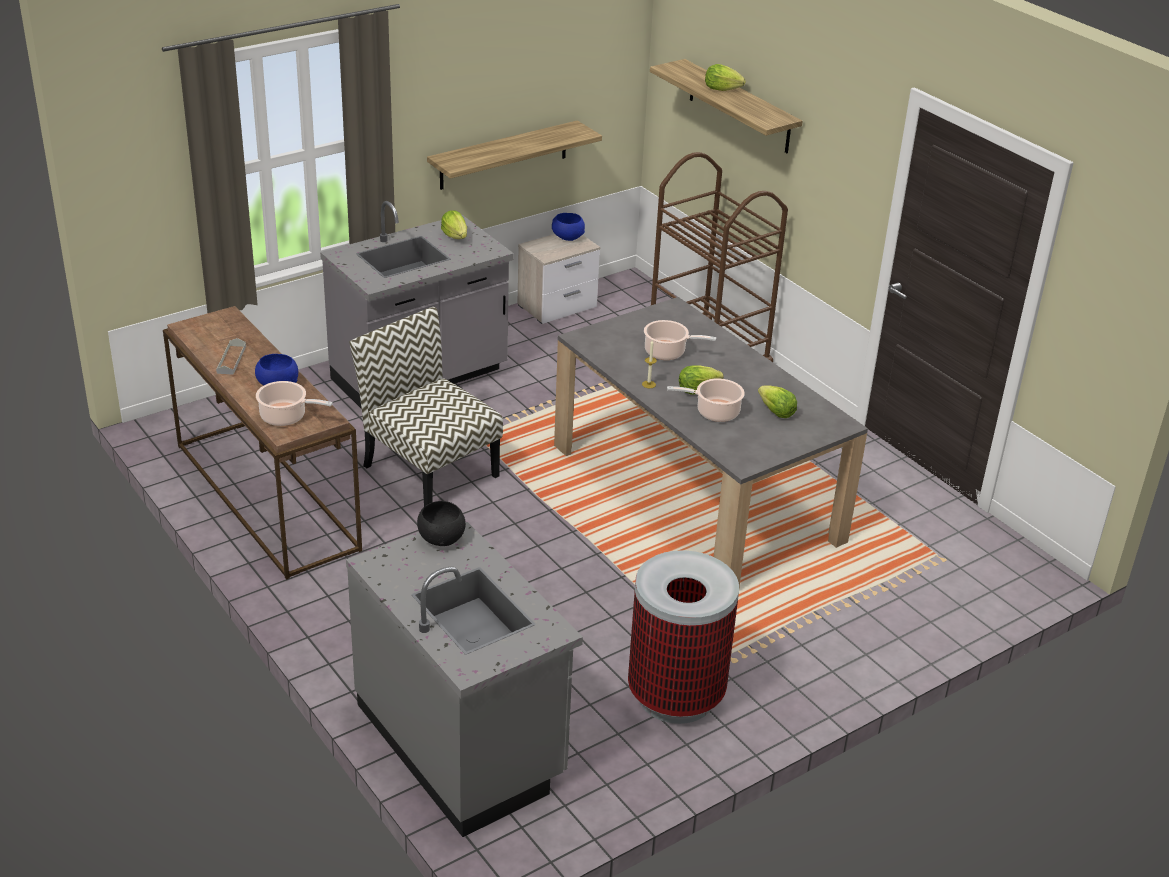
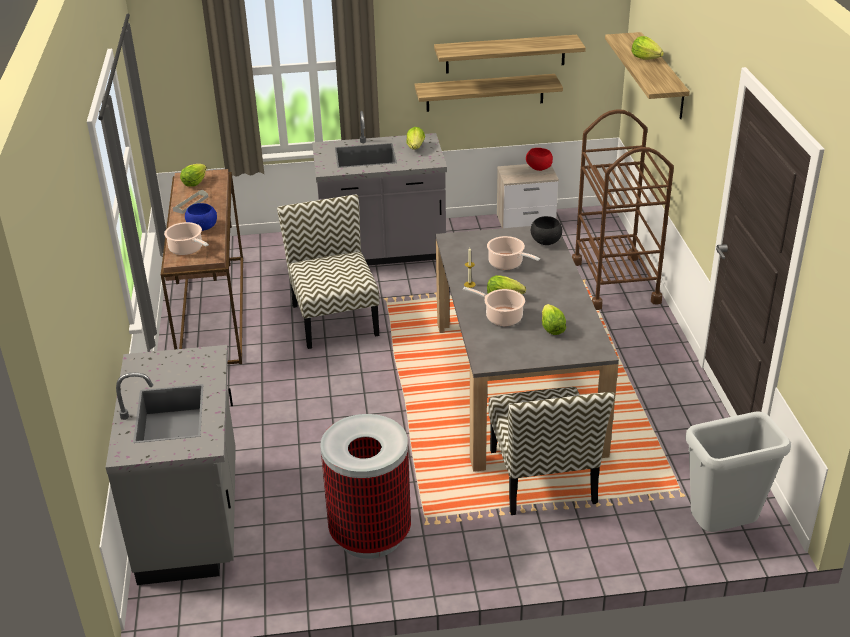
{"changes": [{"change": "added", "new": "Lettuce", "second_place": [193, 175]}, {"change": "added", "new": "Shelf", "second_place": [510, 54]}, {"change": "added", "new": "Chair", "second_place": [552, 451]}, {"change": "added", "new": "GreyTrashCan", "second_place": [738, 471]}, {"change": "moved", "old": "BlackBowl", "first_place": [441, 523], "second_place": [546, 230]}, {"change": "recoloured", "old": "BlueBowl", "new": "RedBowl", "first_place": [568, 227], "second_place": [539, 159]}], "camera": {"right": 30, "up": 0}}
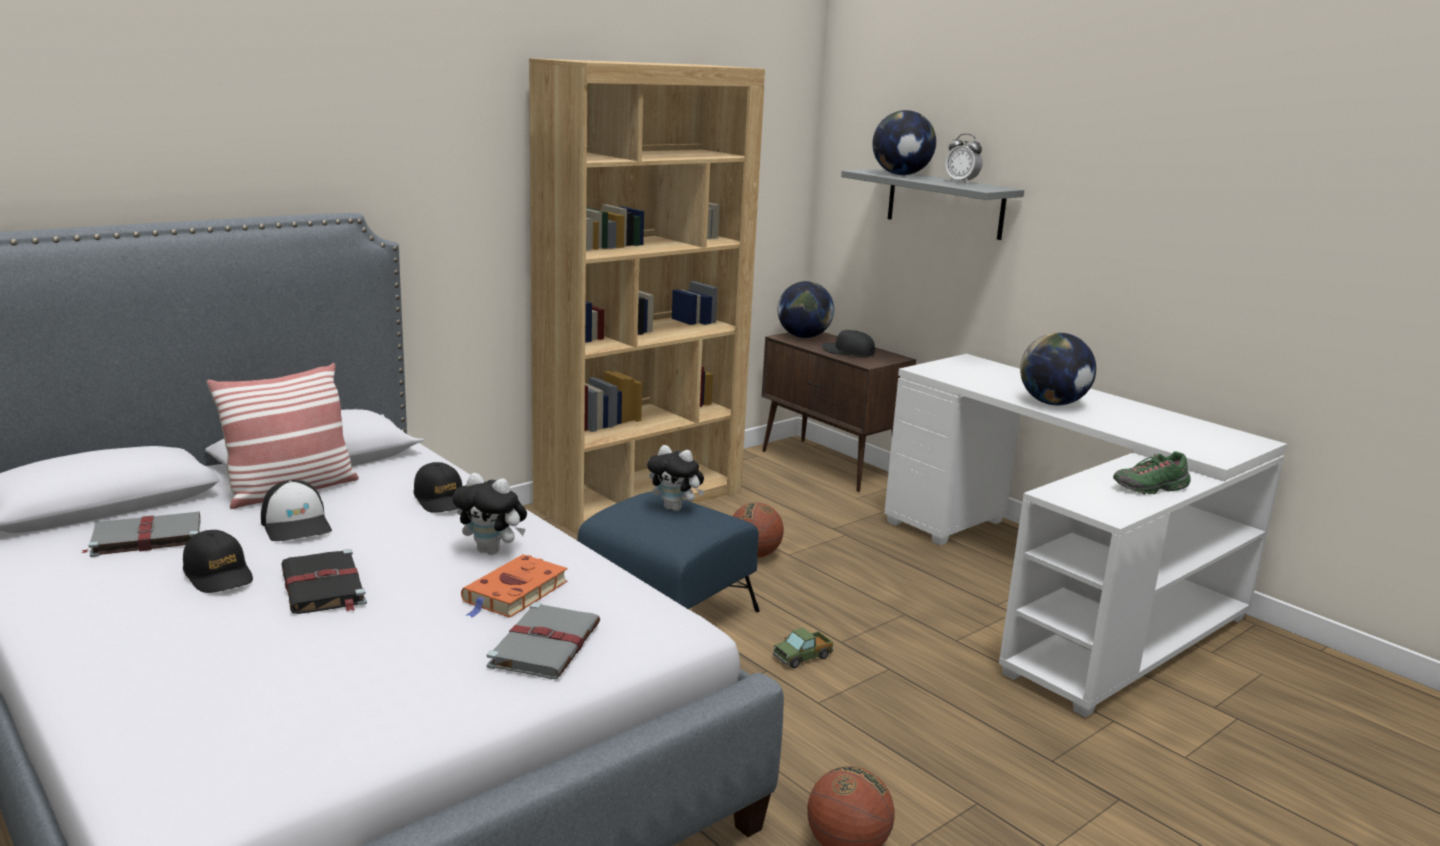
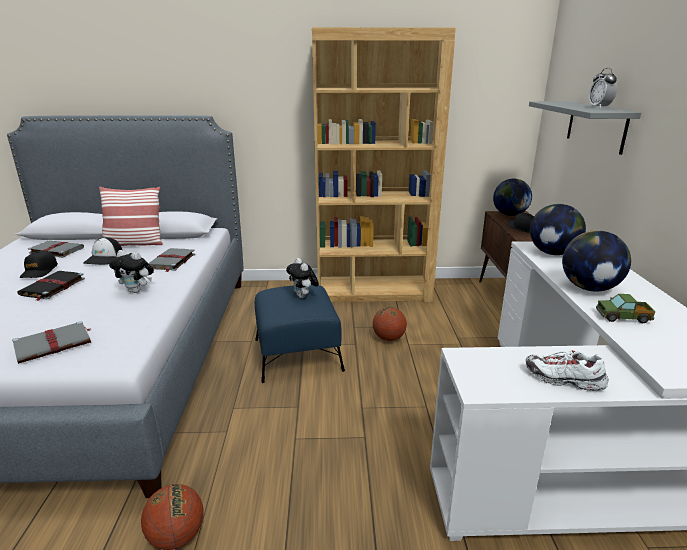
{"changes": [{"change": "removed", "old": "OrangeBook", "first_place": [514, 586]}, {"change": "moved", "old": "ToyTruck", "first_place": [803, 648], "second_place": [625, 308]}, {"change": "moved", "old": "Globe", "first_place": [904, 142], "second_place": [558, 229]}, {"change": "replaced", "old": "BlackCap", "new": "GreyBook", "first_place": [438, 487], "second_place": [171, 260]}, {"change": "recoloured", "old": "GreenShoe", "new": "WhiteShoe", "first_place": [1152, 473], "second_place": [567, 370]}, {"change": "turned", "old": "PlushToy", "first_place": [490, 514], "second_place": [131, 271], "degrees": -45}], "camera": {"right": 40, "up": 5}}
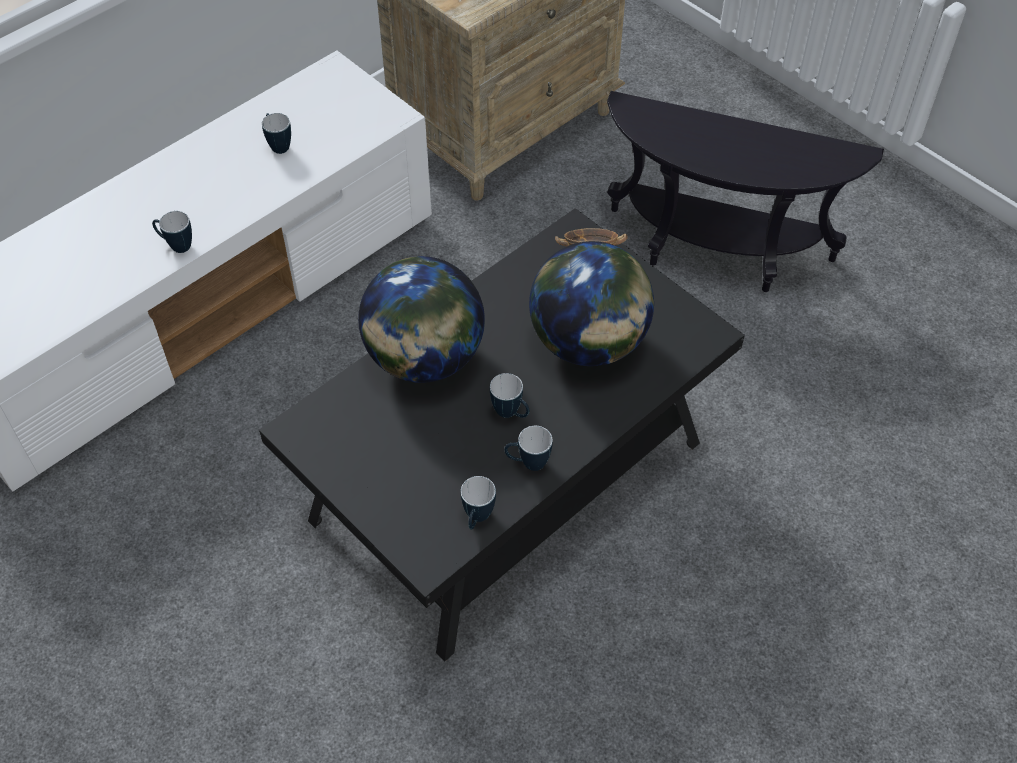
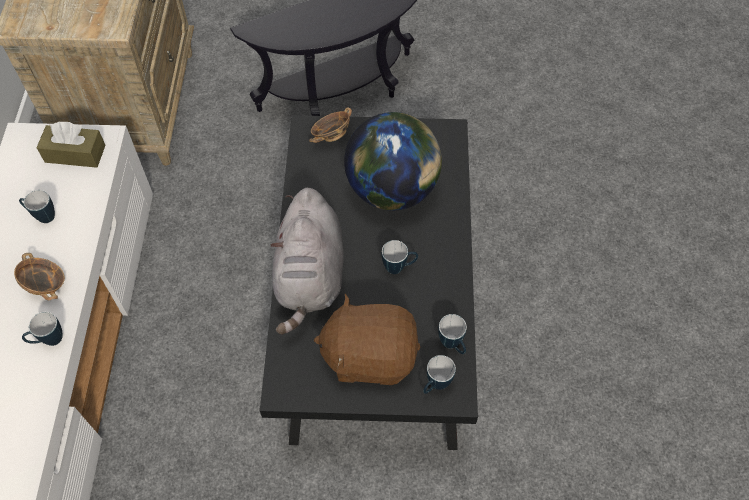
{"changes": [{"change": "added", "new": "Bowl", "second_place": [39, 276]}, {"change": "added", "new": "BrownTissueBox", "second_place": [71, 145]}, {"change": "added", "new": "BrownPlushToy", "second_place": [367, 339]}, {"change": "moved", "old": "Mug", "first_place": [528, 448], "second_place": [439, 374]}, {"change": "replaced", "old": "Globe", "new": "GreyPlushToy", "first_place": [421, 319], "second_place": [307, 261]}], "camera": {"right": -45, "up": 5}}
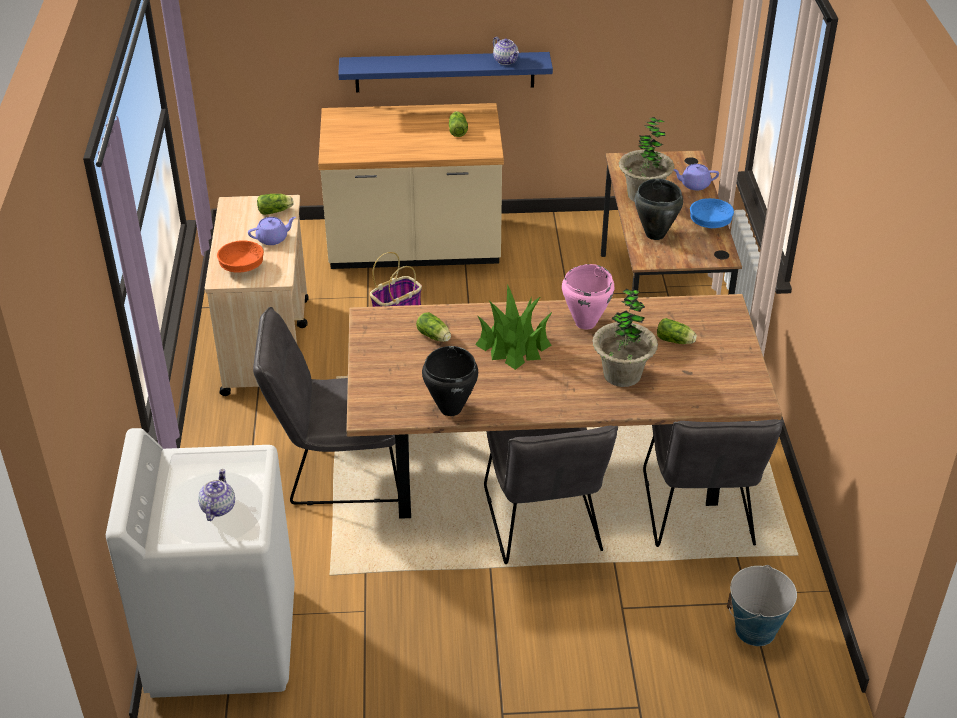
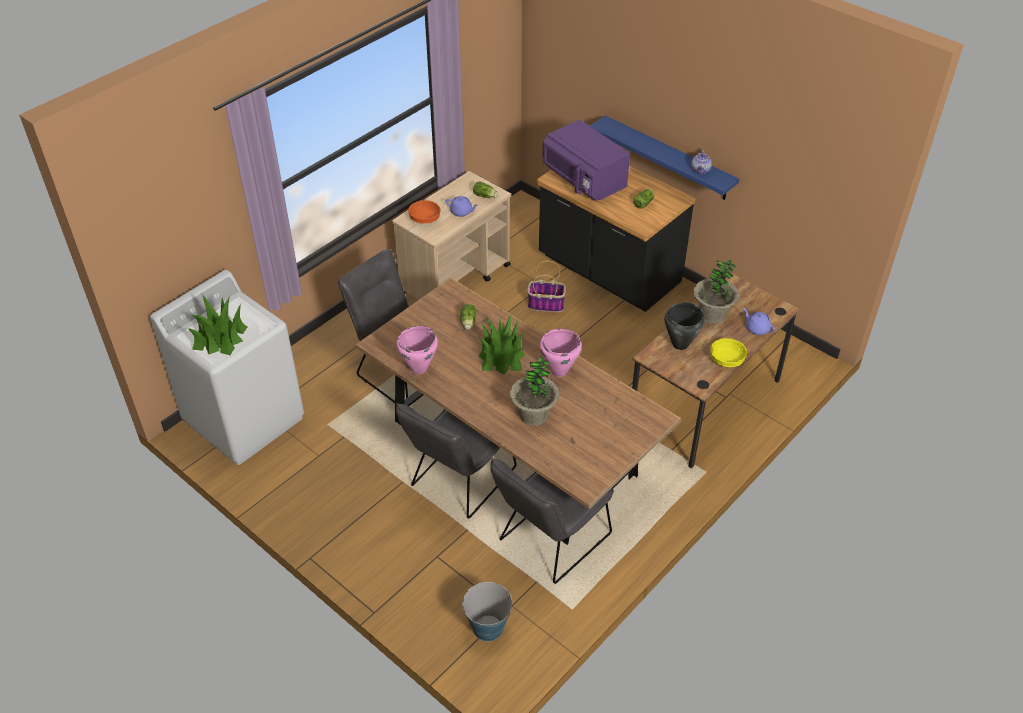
{"changes": [{"change": "removed", "old": "Lettuce", "first_place": [677, 331]}, {"change": "added", "new": "PurpleMicrowave", "second_place": [586, 160]}, {"change": "replaced", "old": "Teapot", "new": "PottedPlant", "first_place": [216, 495], "second_place": [217, 324]}, {"change": "recoloured", "old": "BeigeCounter", "new": "BlackCounter", "first_place": [411, 186], "second_place": [616, 239]}, {"change": "recoloured", "old": "BlackCookingPot", "new": "PinkCookingPot", "first_place": [450, 381], "second_place": [417, 350]}, {"change": "recoloured", "old": "BlueBowl", "new": "YellowBowl", "first_place": [712, 213], "second_place": [728, 352]}], "camera": {"right": 45, "up": 5}}
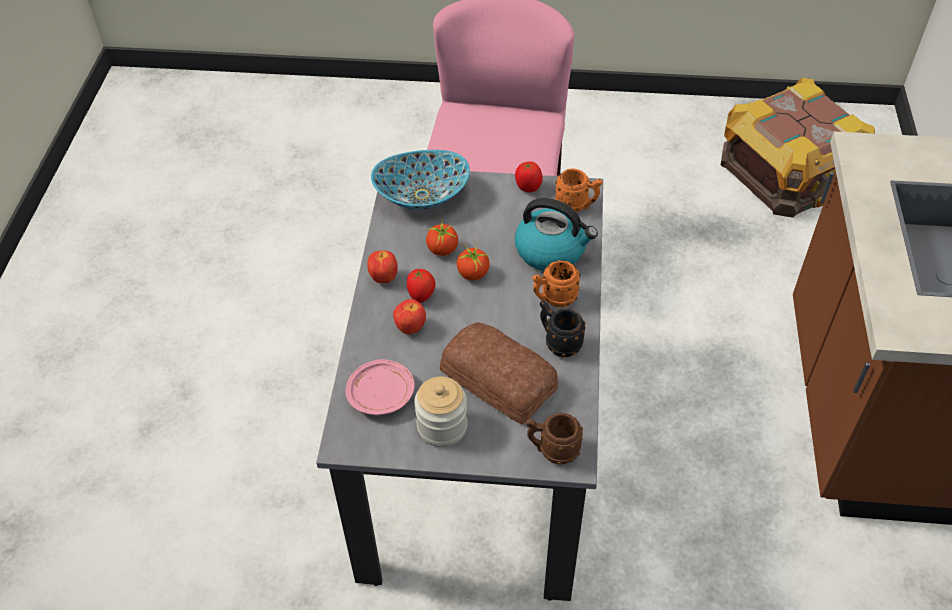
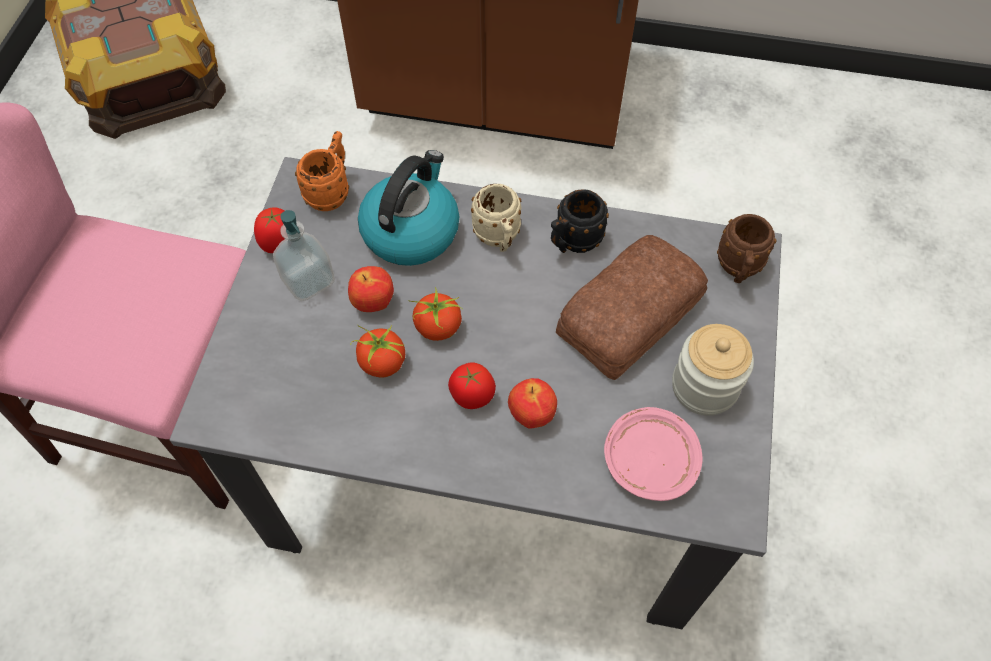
{"changes": [{"change": "removed", "old": "Bowl", "first_place": [420, 180]}, {"change": "added", "new": "SoapDispenser", "second_place": [304, 255]}, {"change": "moved", "old": "Apple", "first_place": [382, 266], "second_place": [371, 289]}, {"change": "recoloured", "old": "OrangeMug", "new": "BeigeMug", "first_place": [556, 284], "second_place": [496, 218]}], "camera": {"right": -85, "up": 10}}
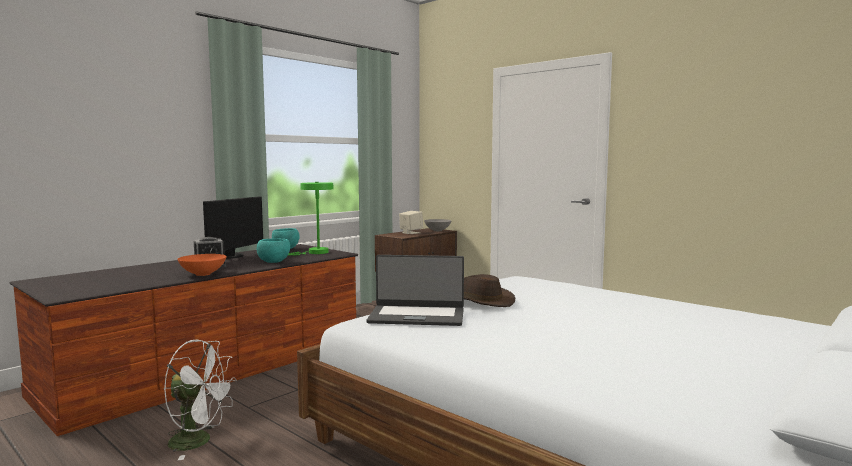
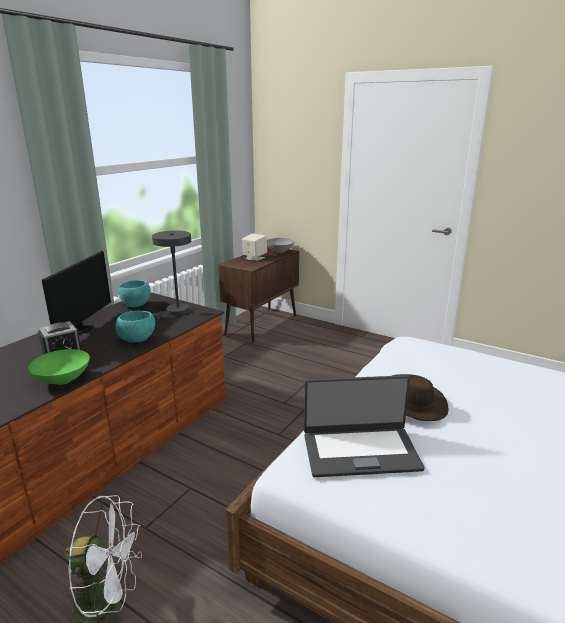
{"changes": [{"change": "recoloured", "old": "OrangeBowl", "new": "GreenBowl", "first_place": [202, 265], "second_place": [59, 367]}, {"change": "recoloured", "old": "GreenTableLamp", "new": "GreyTableLamp", "first_place": [310, 218], "second_place": [171, 275]}], "camera": {"right": -10, "up": 15}}
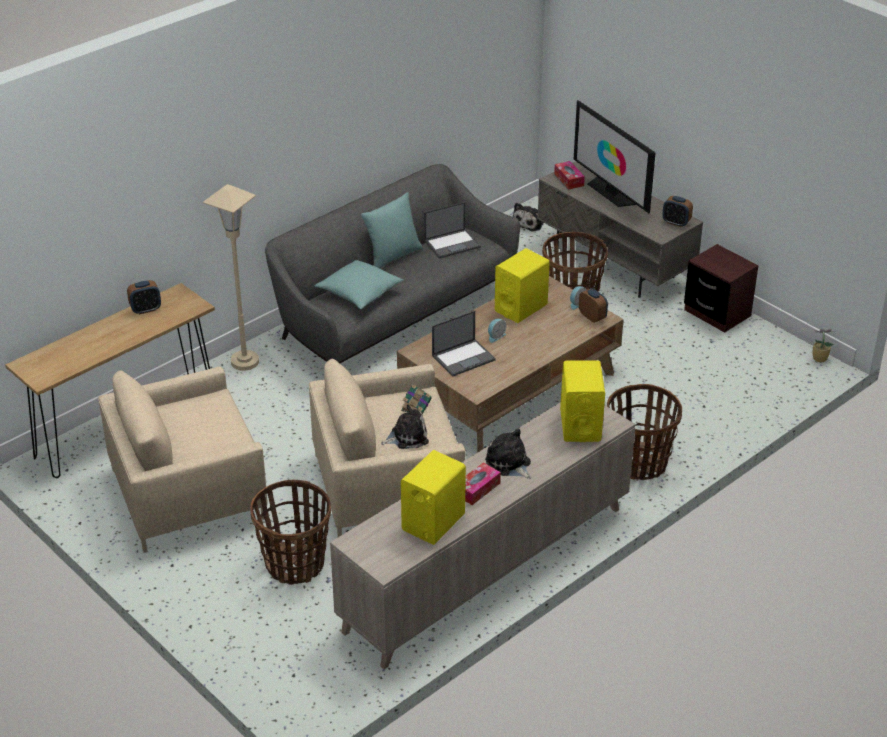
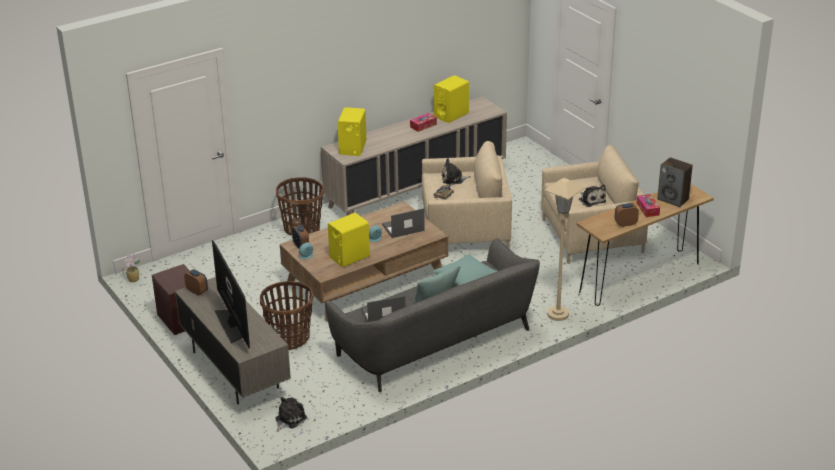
{"changes": [{"change": "removed", "old": "Basket", "first_place": [290, 532]}, {"change": "added", "new": "Speaker", "second_place": [675, 182]}, {"change": "moved", "old": "PlushToy", "first_place": [508, 453], "second_place": [592, 196]}, {"change": "moved", "old": "TissueBox", "first_place": [569, 175], "second_place": [648, 205]}], "camera": {"right": -170, "up": -5}}
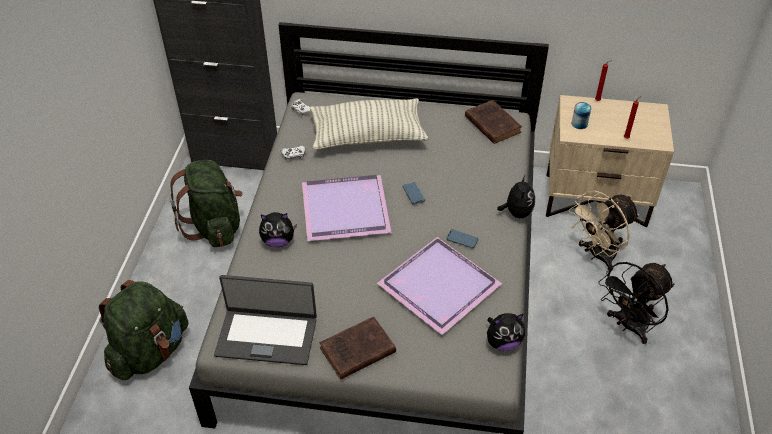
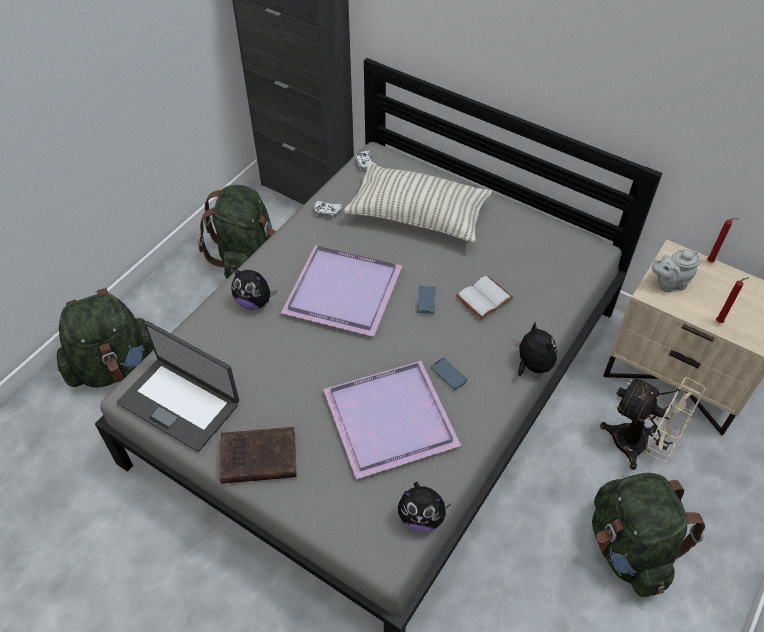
{"changes": [{"change": "removed", "old": "BrownBook", "first_place": [493, 122]}, {"change": "added", "new": "WhiteBook", "second_place": [484, 297]}, {"change": "replaced", "old": "Can", "new": "GreyTeapot", "first_place": [581, 115], "second_place": [676, 270]}, {"change": "replaced", "old": "BlackFan", "new": "GreenBackpack", "first_place": [636, 303], "second_place": [648, 535]}, {"change": "turned", "old": "PlushToy", "first_place": [516, 196], "second_place": [535, 349], "degrees": -60}, {"change": "turned", "old": "BeigeFan", "first_place": [604, 231], "second_place": [652, 423], "degrees": -135}], "camera": {"right": 25, "up": 5}}
